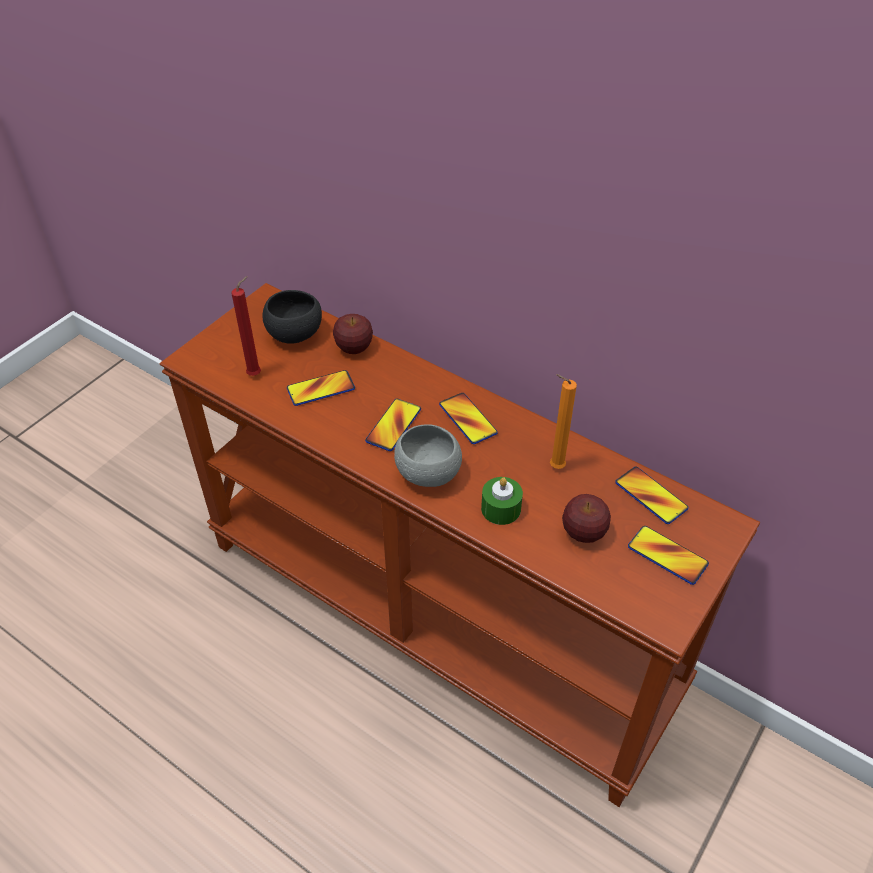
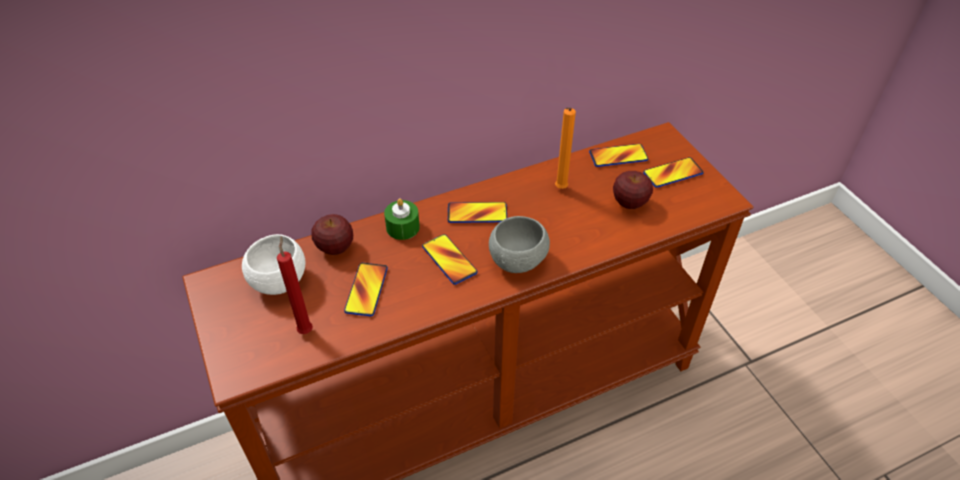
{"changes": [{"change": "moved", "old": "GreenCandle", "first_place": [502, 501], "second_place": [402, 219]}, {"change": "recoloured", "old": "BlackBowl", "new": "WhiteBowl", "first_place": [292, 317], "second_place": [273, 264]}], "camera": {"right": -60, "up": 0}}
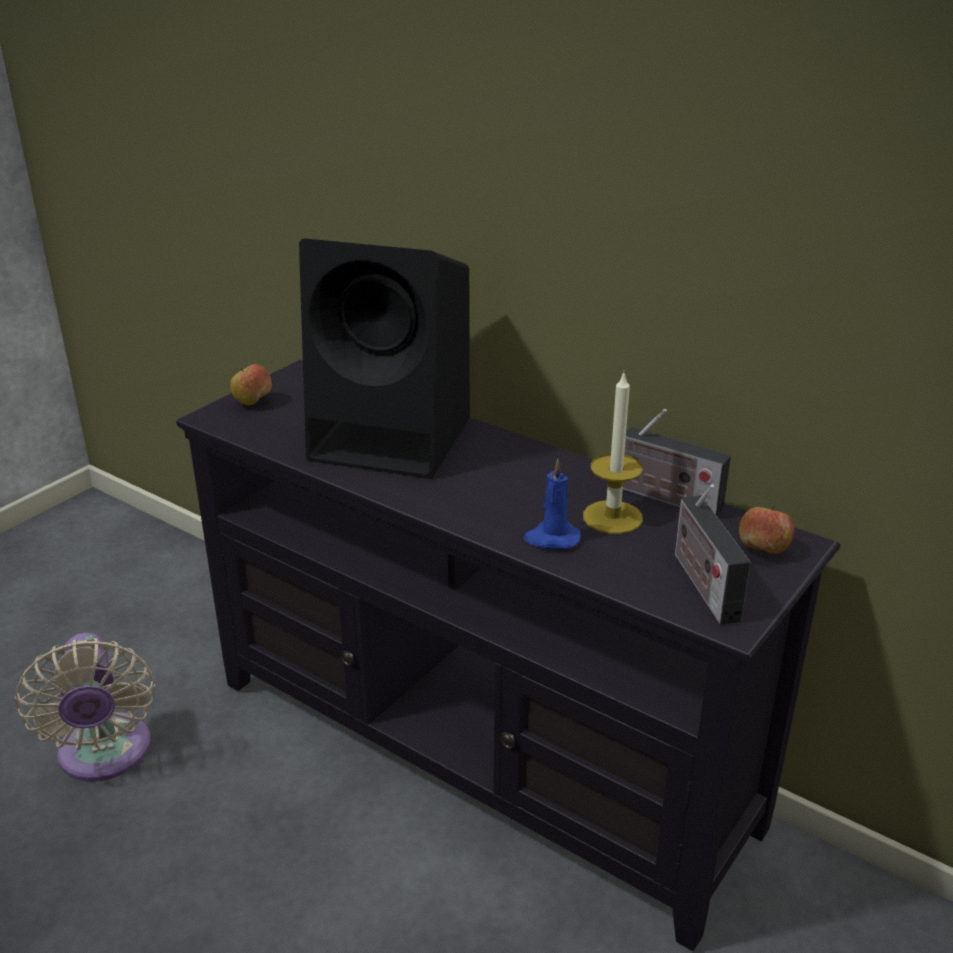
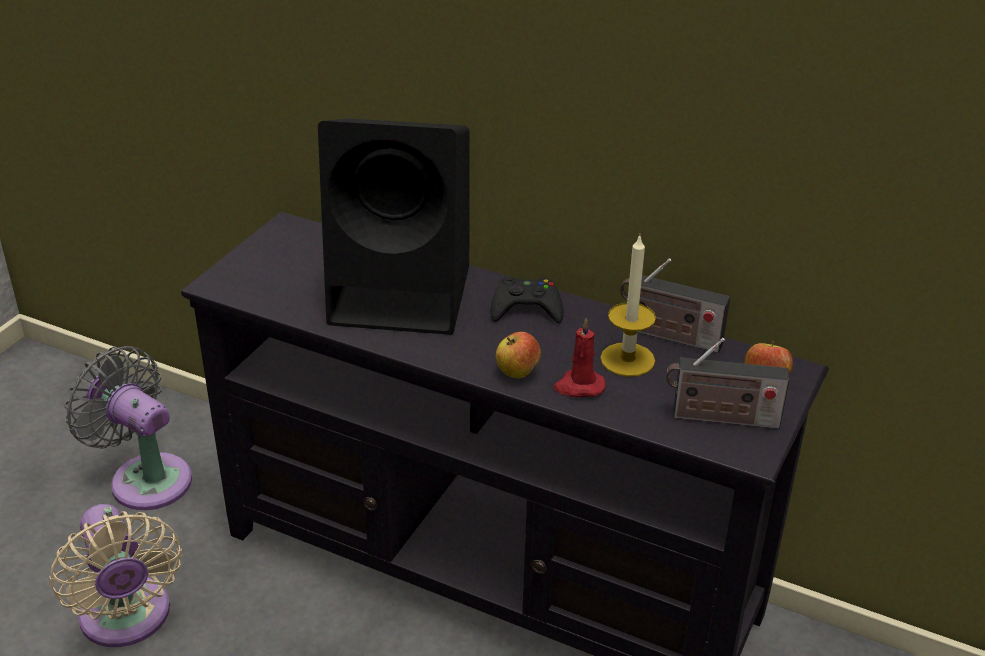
{"changes": [{"change": "added", "new": "GreyFan", "second_place": [128, 428]}, {"change": "added", "new": "BlackGameController", "second_place": [527, 299]}, {"change": "moved", "old": "Apple", "first_place": [251, 384], "second_place": [518, 355]}, {"change": "recoloured", "old": "BlueCandle", "new": "RedCandle", "first_place": [552, 504], "second_place": [579, 357]}, {"change": "turned", "old": "Radio", "first_place": [713, 554], "second_place": [727, 383], "degrees": -60}], "camera": {"right": -10, "up": 5}}
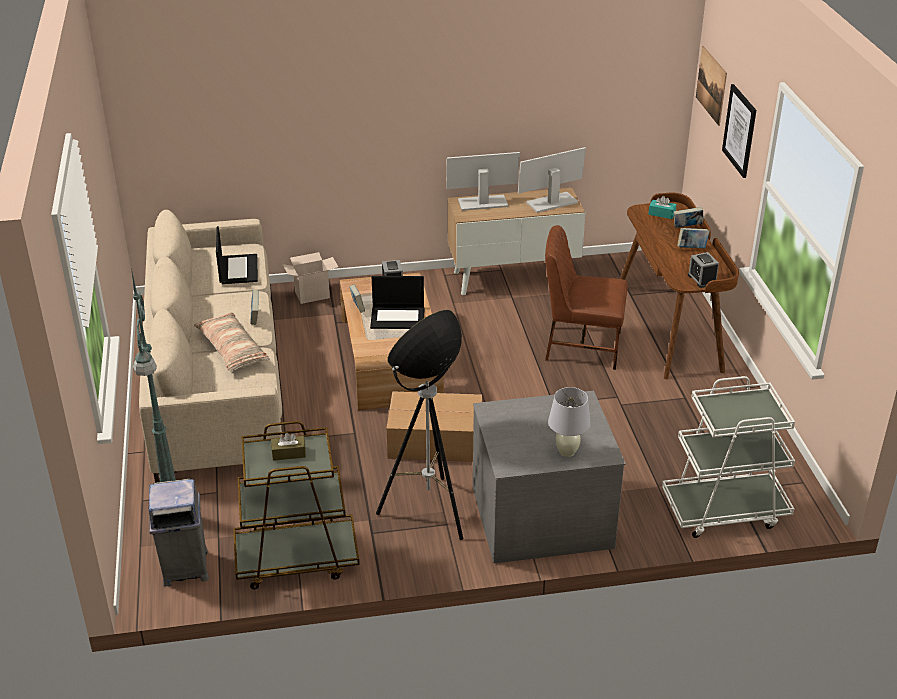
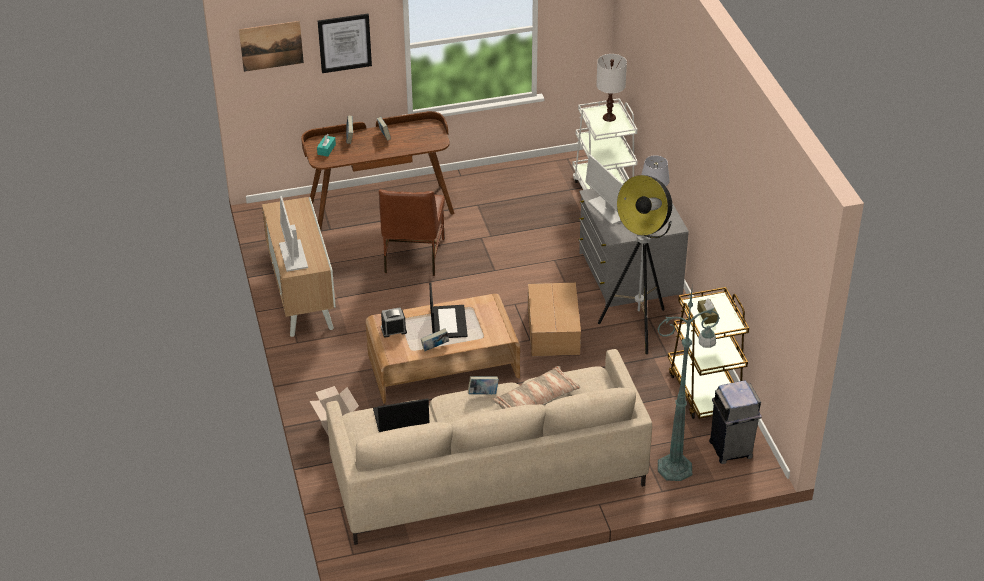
{"changes": [{"change": "removed", "old": "AlarmClock", "first_place": [703, 270]}, {"change": "added", "new": "WhiteTableLamp", "second_place": [611, 88]}, {"change": "moved", "old": "Monitor", "first_place": [552, 180], "second_place": [604, 189]}], "camera": {"right": -95, "up": 5}}
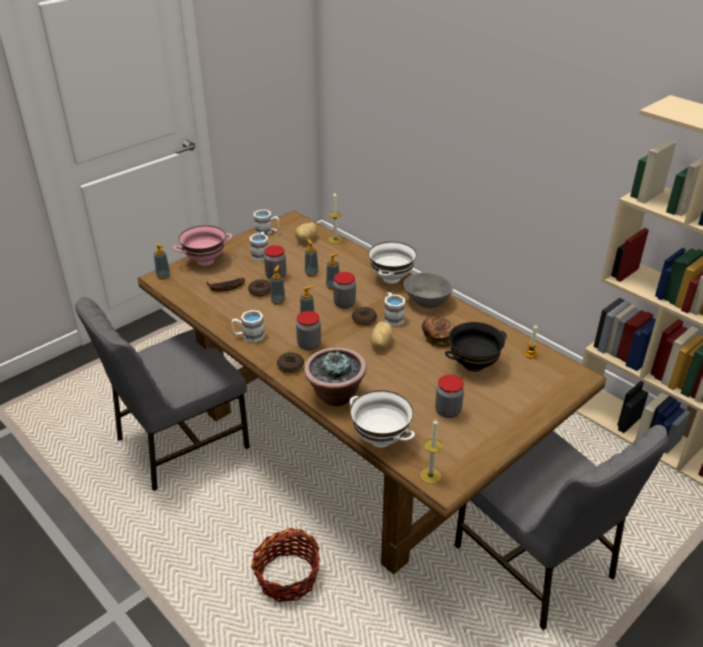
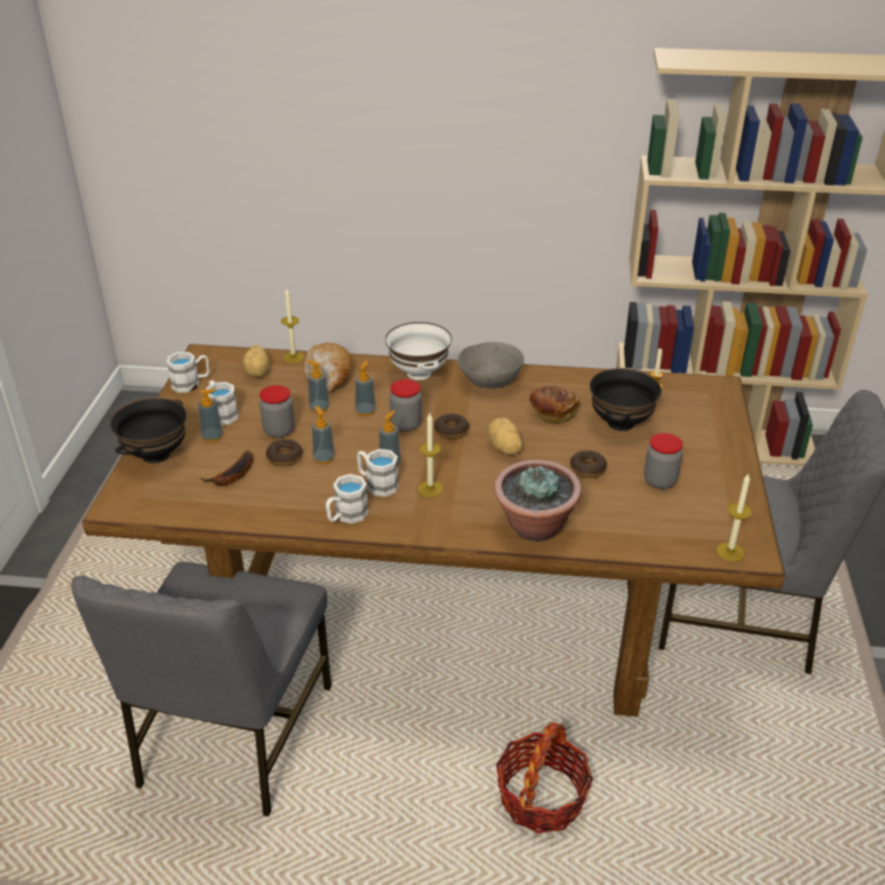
{"changes": [{"change": "removed", "old": "WhiteBowl", "first_place": [382, 418]}, {"change": "added", "new": "Bread", "second_place": [328, 367]}, {"change": "moved", "old": "SoapDispenser", "first_place": [162, 261], "second_place": [210, 415]}, {"change": "moved", "old": "Donut", "first_place": [290, 362], "second_place": [588, 464]}, {"change": "moved", "old": "WhiteMug", "first_place": [394, 309], "second_place": [378, 473]}, {"change": "replaced", "old": "Jar", "new": "Candle", "first_place": [308, 330], "second_place": [430, 455]}, {"change": "recoloured", "old": "PinkBowl", "new": "BlackBowl", "first_place": [202, 245], "second_place": [148, 430]}], "camera": {"right": -40, "up": 0}}
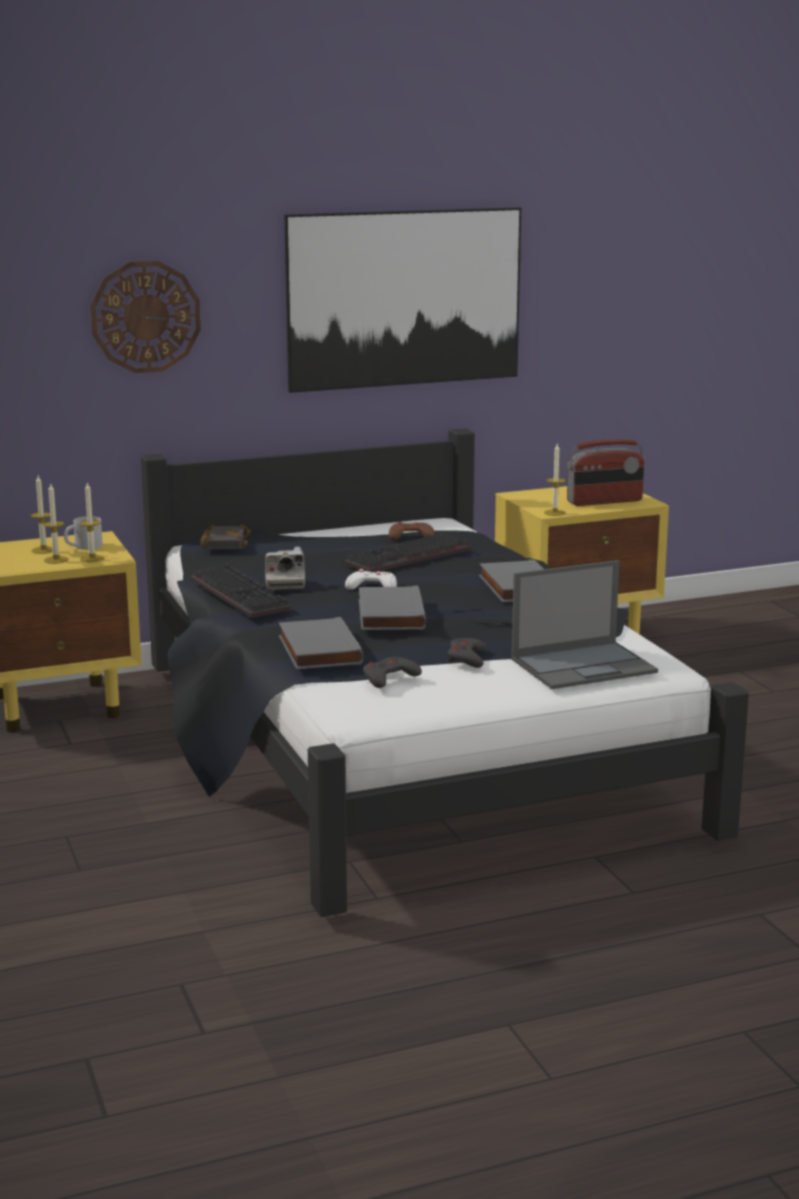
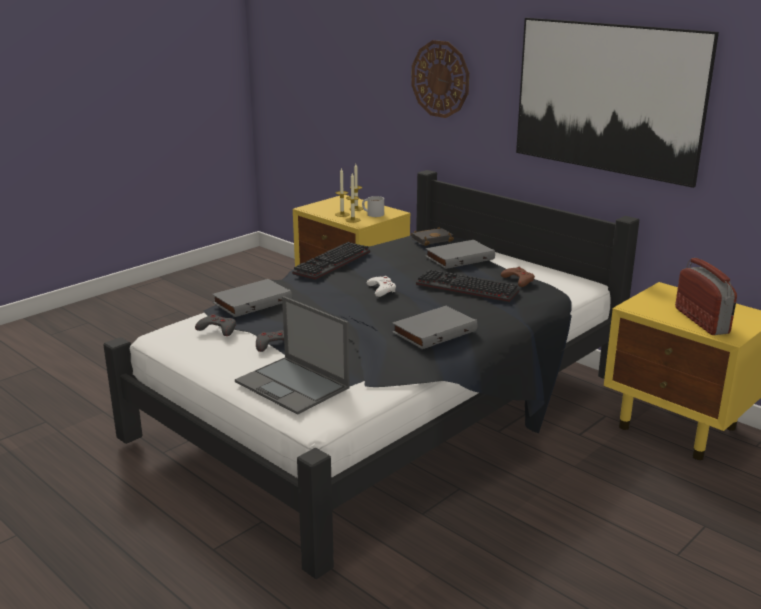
{"changes": [{"change": "removed", "old": "PhotoCamera", "first_place": [285, 568]}, {"change": "removed", "old": "Candle", "first_place": [555, 480]}, {"change": "moved", "old": "GreyBook", "first_place": [392, 608], "second_place": [460, 254]}, {"change": "turned", "old": "Radio", "first_place": [606, 472], "second_place": [706, 296], "degrees": -150}], "camera": {"right": 65, "up": 5}}
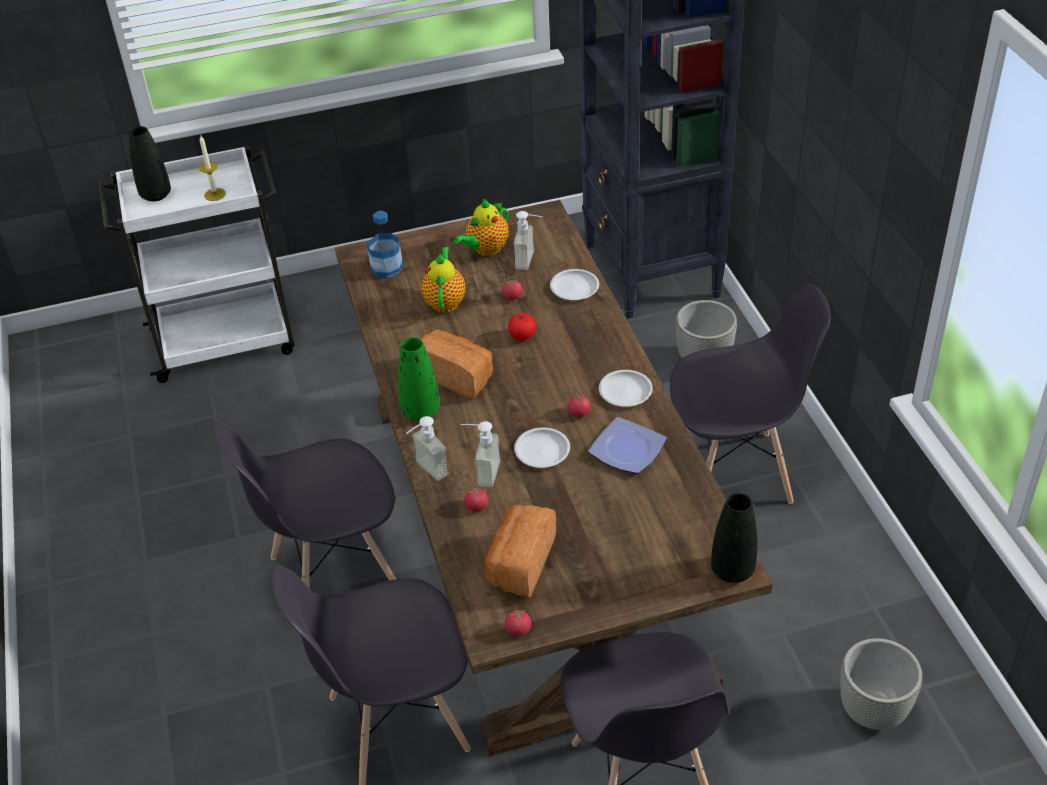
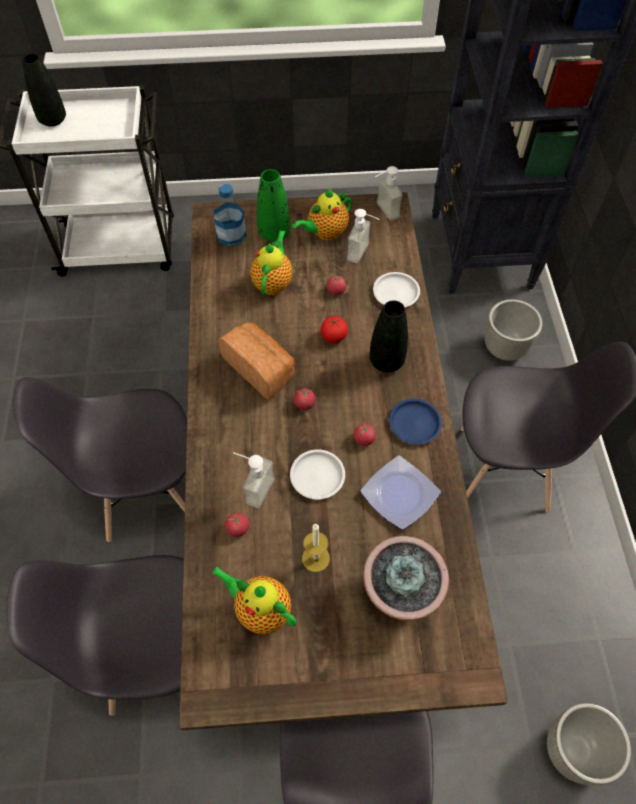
{"changes": [{"change": "added", "new": "PottedPlant", "second_place": [406, 578]}, {"change": "moved", "old": "Candle", "first_place": [212, 168], "second_place": [316, 548]}, {"change": "moved", "old": "GreenVase", "first_place": [419, 379], "second_place": [273, 205]}, {"change": "moved", "old": "SoapDispenser", "first_place": [427, 448], "second_place": [389, 193]}, {"change": "moved", "old": "Tomato", "first_place": [518, 622], "second_place": [305, 398]}, {"change": "moved", "old": "BlackVase", "first_place": [734, 538], "second_place": [388, 336]}, {"change": "replaced", "old": "Bread", "new": "Teapot", "first_place": [520, 551], "second_place": [254, 600]}, {"change": "recoloured", "old": "WhitePlate", "new": "BluePlate", "first_place": [626, 388], "second_place": [415, 422]}], "camera": {"right": 10, "up": 15}}
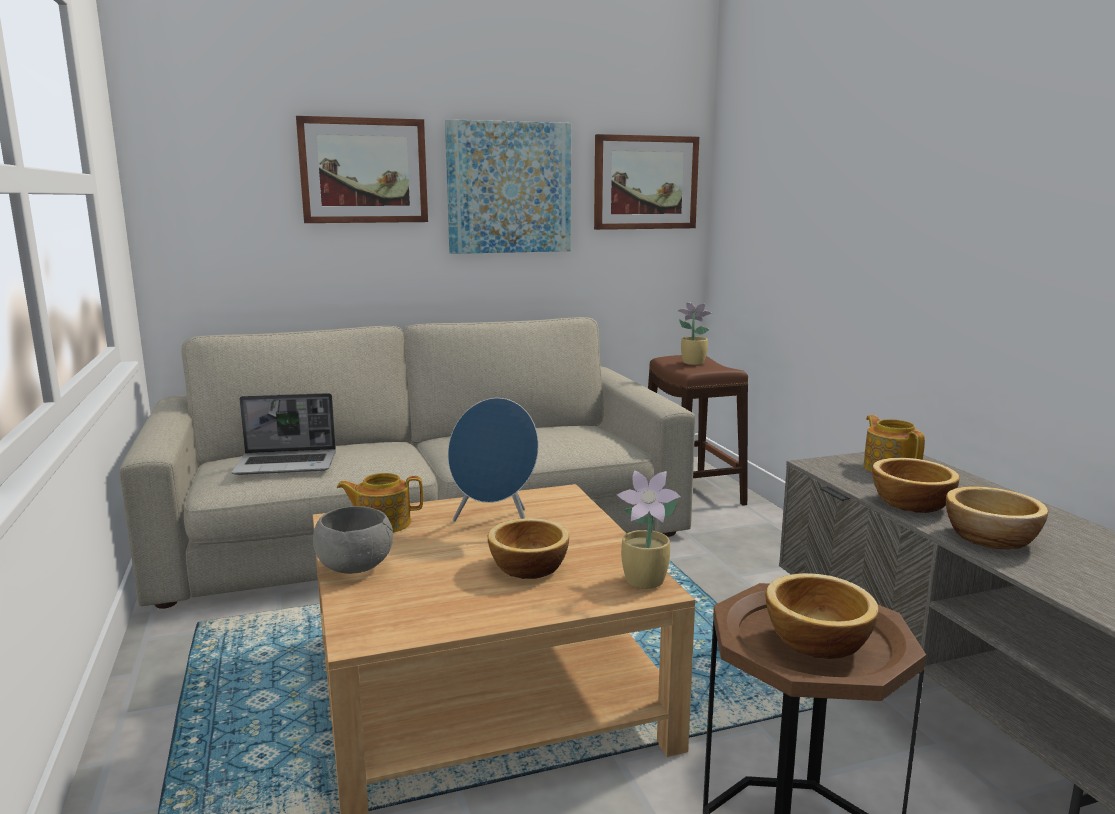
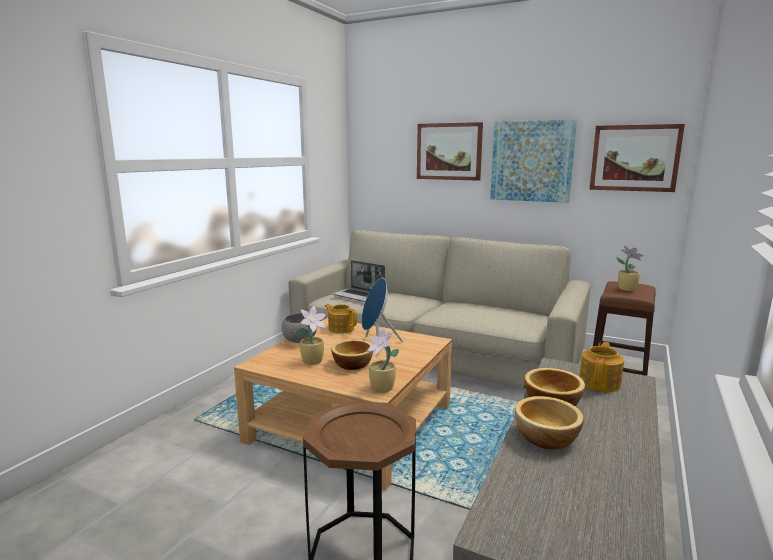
{"changes": [{"change": "removed", "old": "Bowl", "first_place": [822, 616]}, {"change": "added", "new": "PottedPlant", "second_place": [310, 335]}], "camera": {"right": 45, "up": 0}}
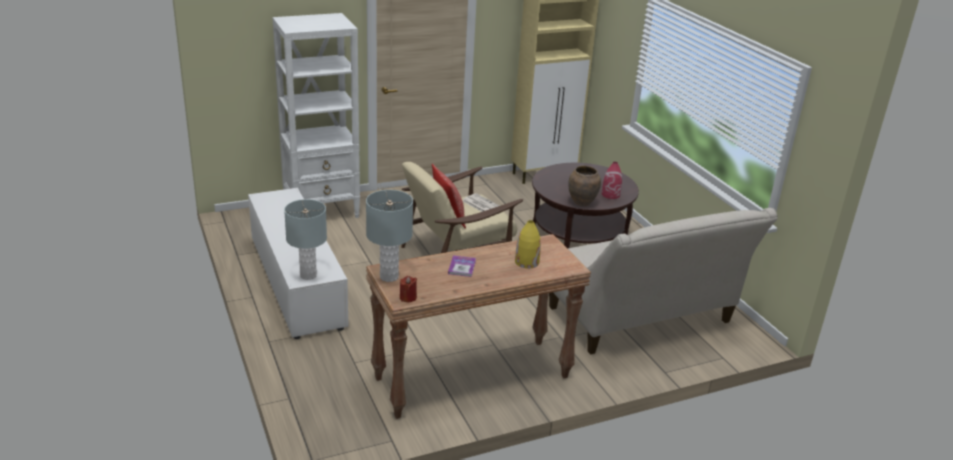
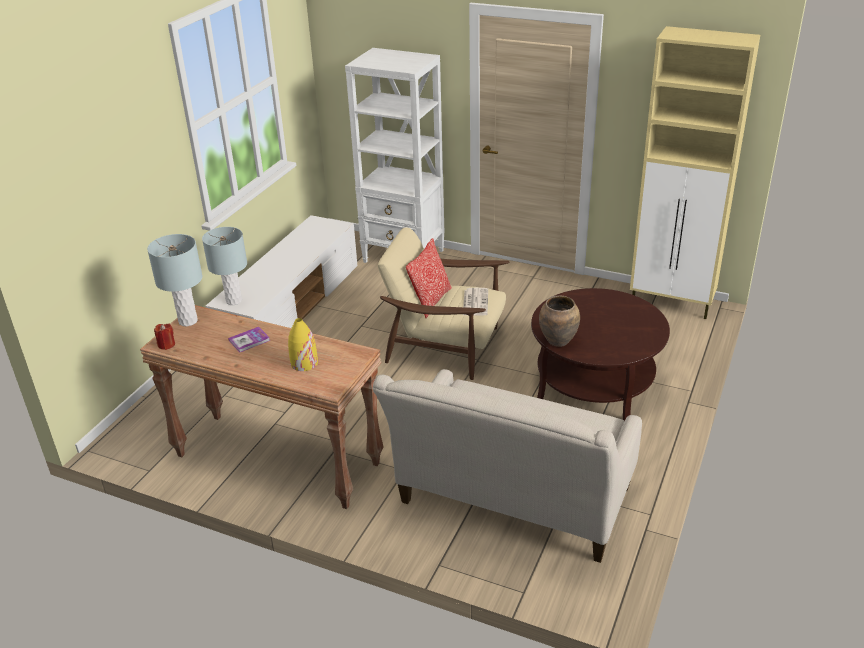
{"changes": [{"change": "removed", "old": "RedVase", "first_place": [612, 180]}], "camera": {"right": 50, "up": 5}}
